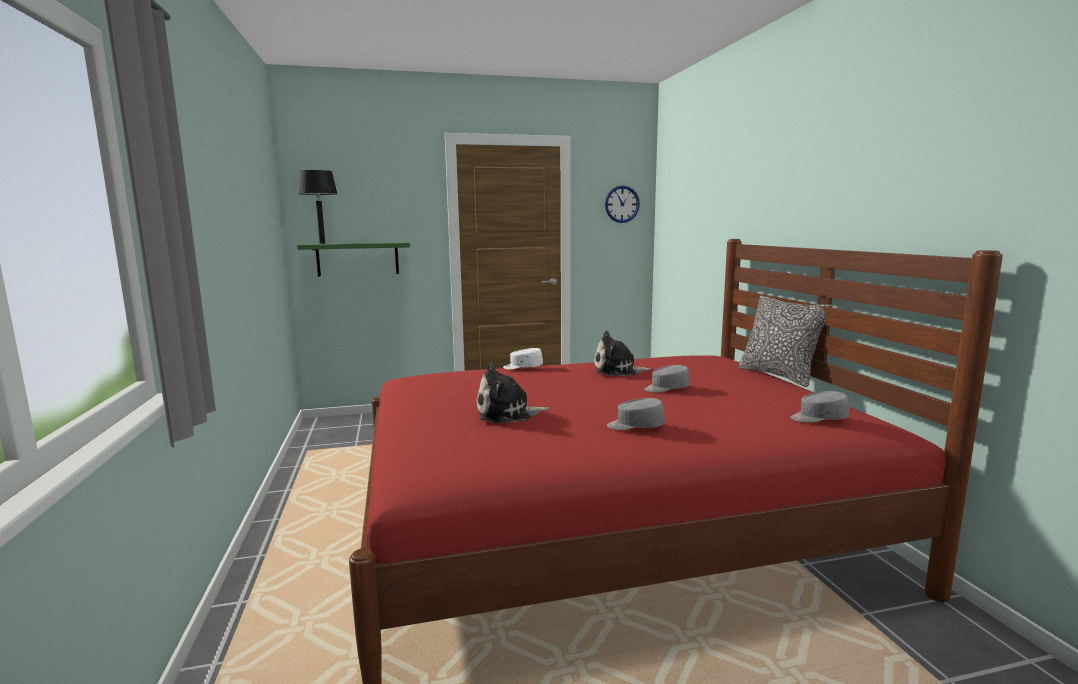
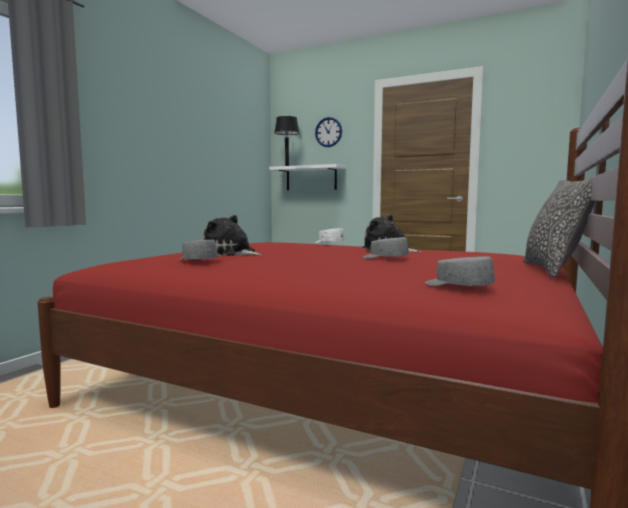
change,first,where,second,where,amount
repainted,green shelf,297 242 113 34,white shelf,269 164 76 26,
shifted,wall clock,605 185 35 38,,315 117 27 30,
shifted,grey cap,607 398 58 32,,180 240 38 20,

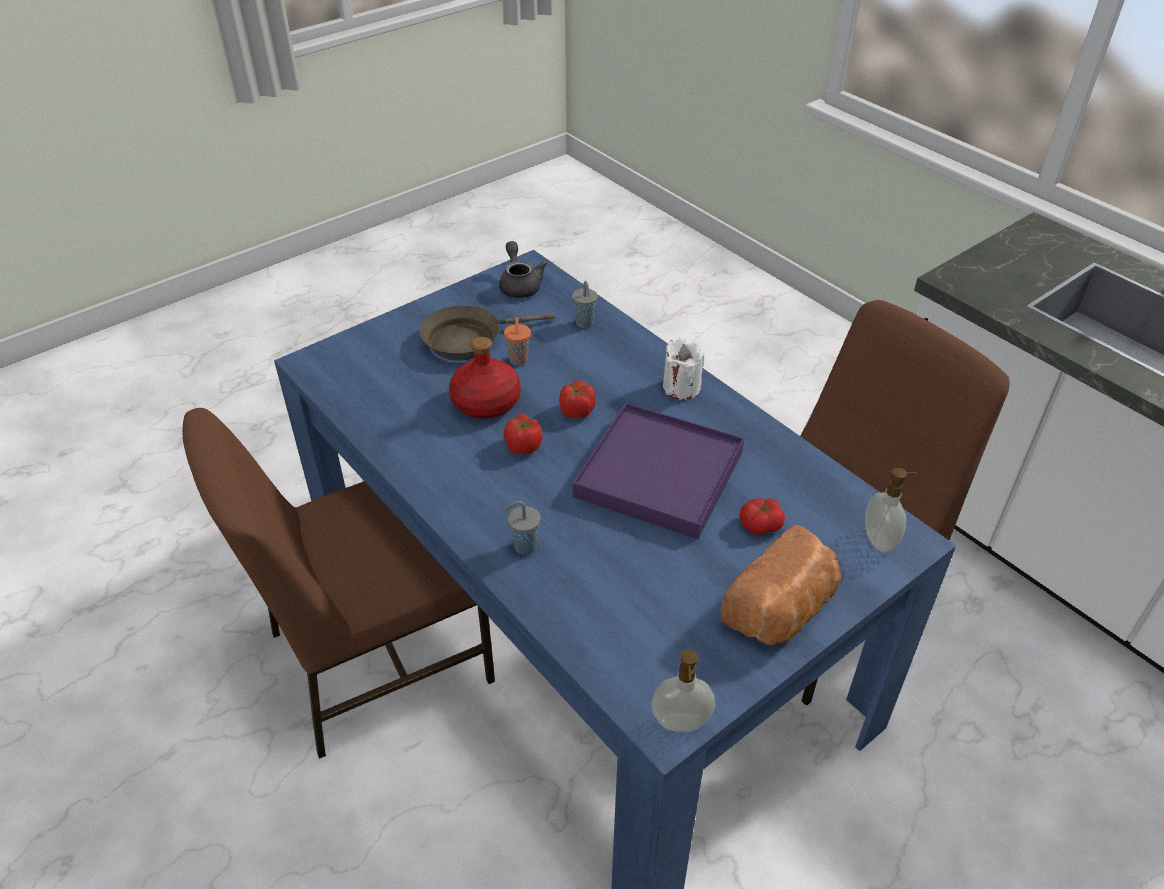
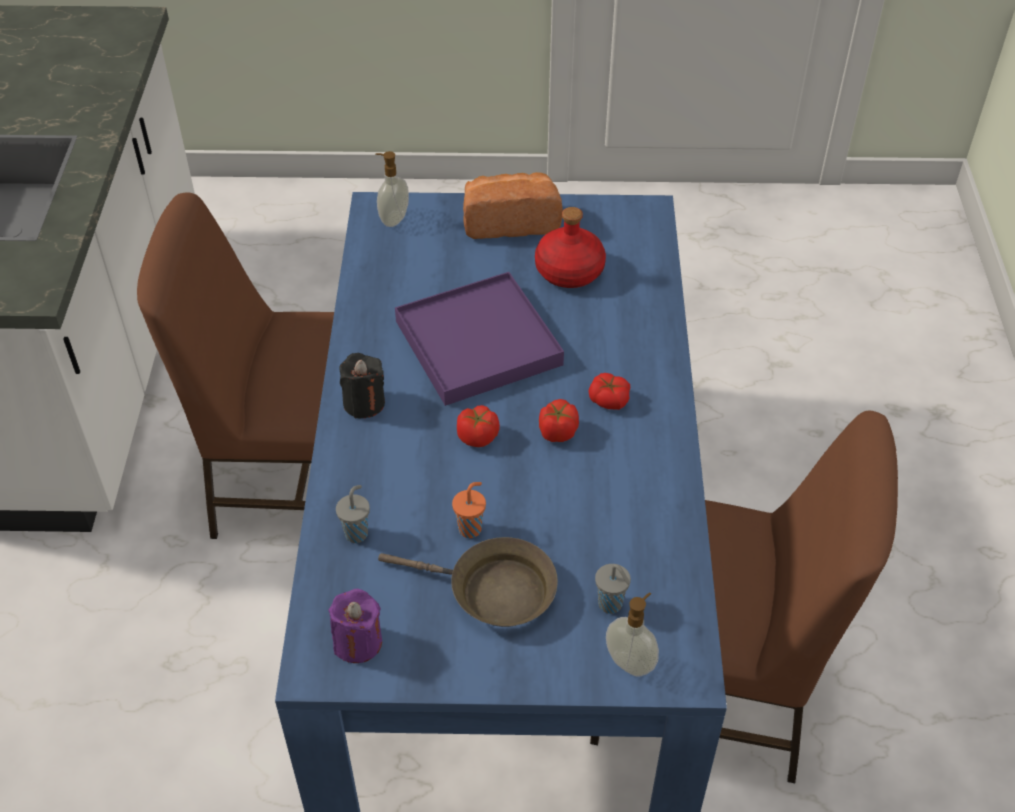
change,first,where,second,where,amount
shifted,red bottle,449 337 71 82,,535 207 71 81,
swapped,grey teapot,499 241 49 57,purple candle,329 589 53 74,
shifted,grey cup,504 500 37 55,,595 564 36 50,
shifted,soap dispenser,651 649 64 83,,606 592 53 85,
repainted,white candle,663 337 41 63,black candle,339 353 46 65,
shifted,tomato,740 498 45 37,,589 373 41 37,

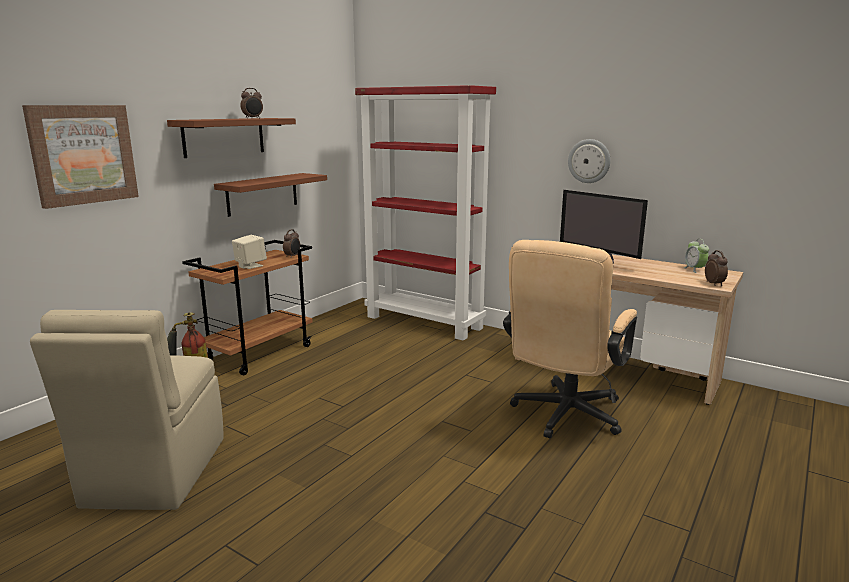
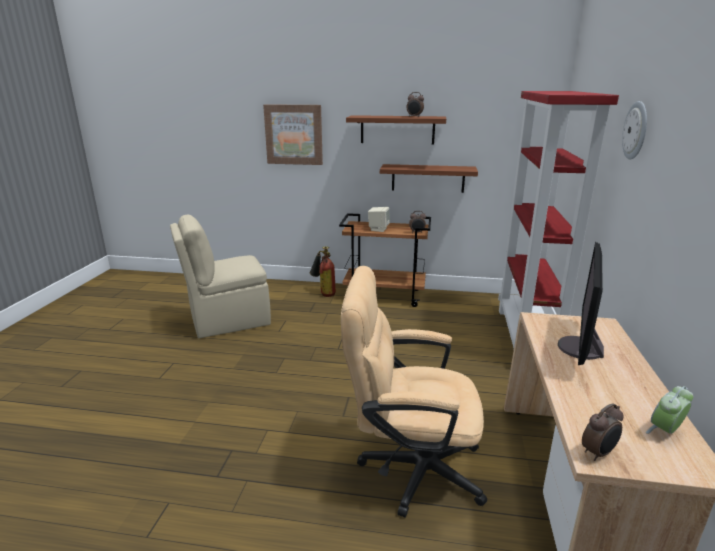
change,first,where,second,where,amount
shifted,wall clock,568 139 42 44,,622 101 25 59,

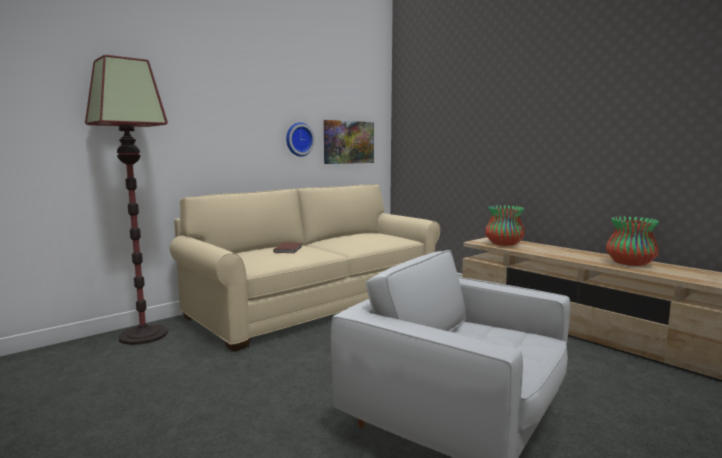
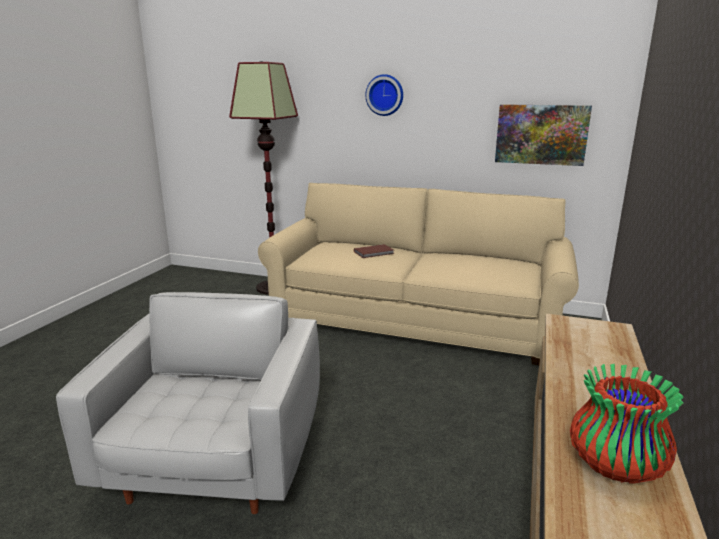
change,first,where,second,where,amount
shifted,wall clock,286 122 29 35,,365 74 38 42,
gone,vase,485 205 40 41,,,

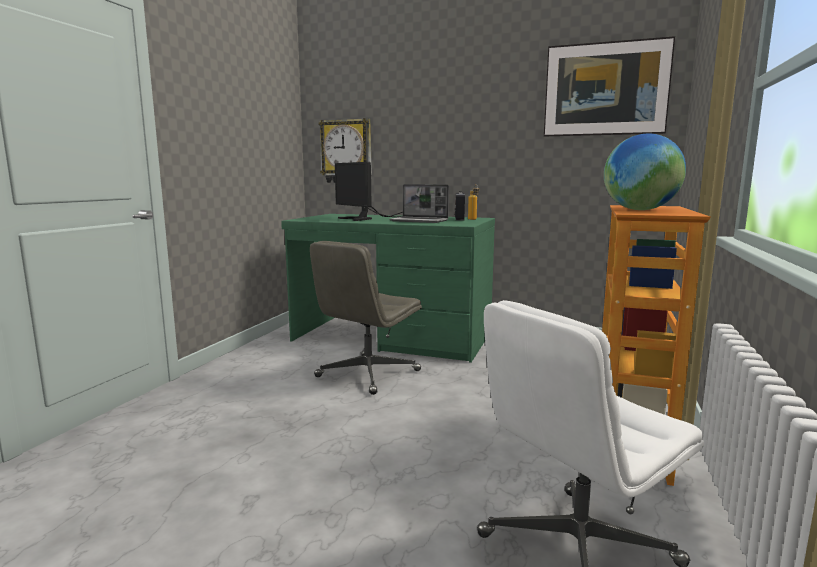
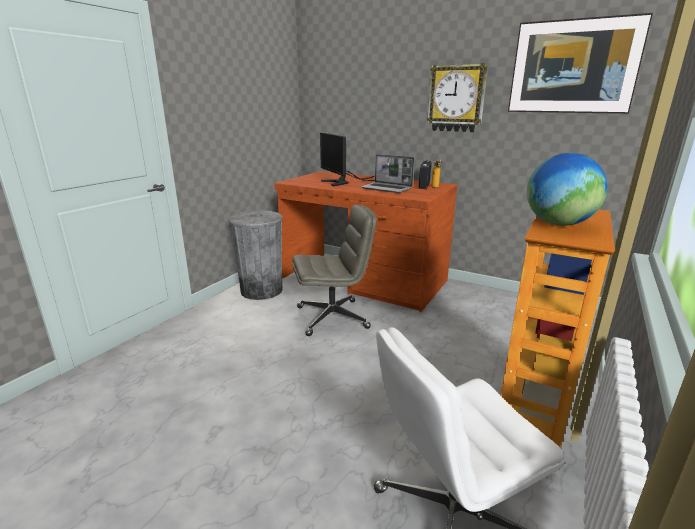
change,first,where,second,where,amount
repainted,green desk,281 214 214 149,brown desk,274 171 183 141,
rotated,grey office chair,310 241 112 154,,292 205 85 131,150 degrees counterclockwise
shifted,wall clock,318 118 53 65,,427 63 61 69,
new,,,grey trash can,229 210 54 90,

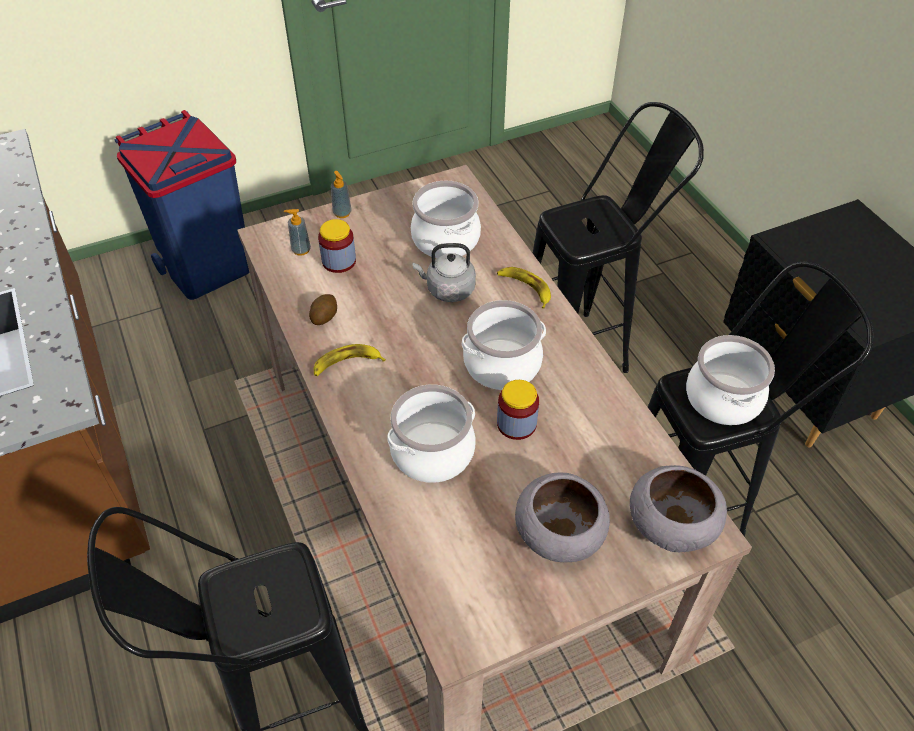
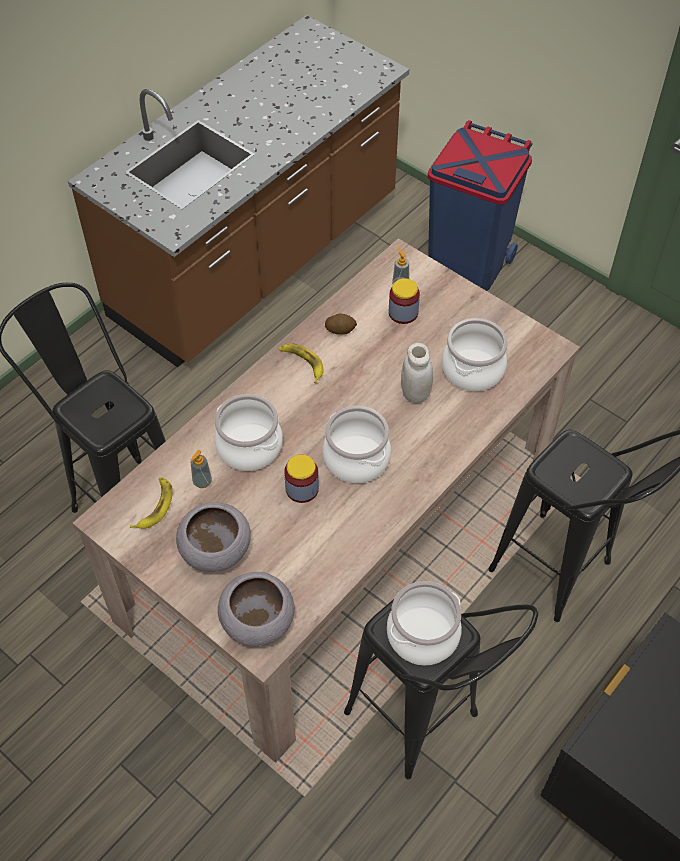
change,first,where,second,where,amount
shifted,soap dispenser,331 171 21 47,,190 450 22 38,
swapped,grey kettle,412 243 64 59,white jar,401 343 32 60,
shifted,banana,497 267 54 42,,130 477 43 52,

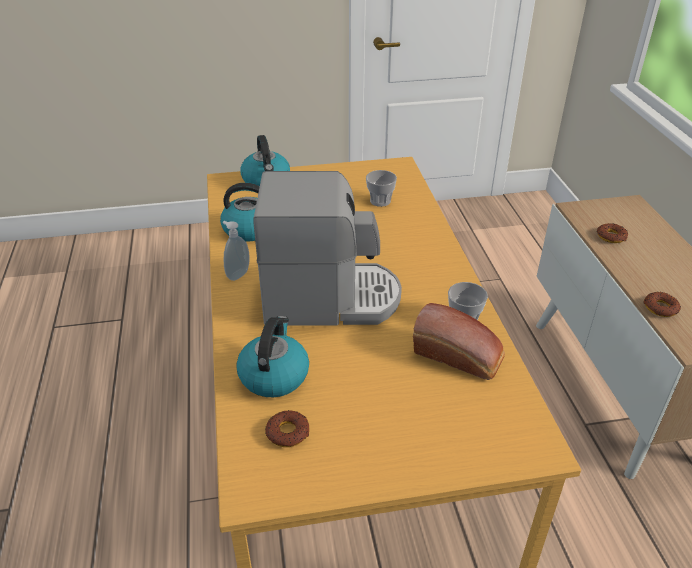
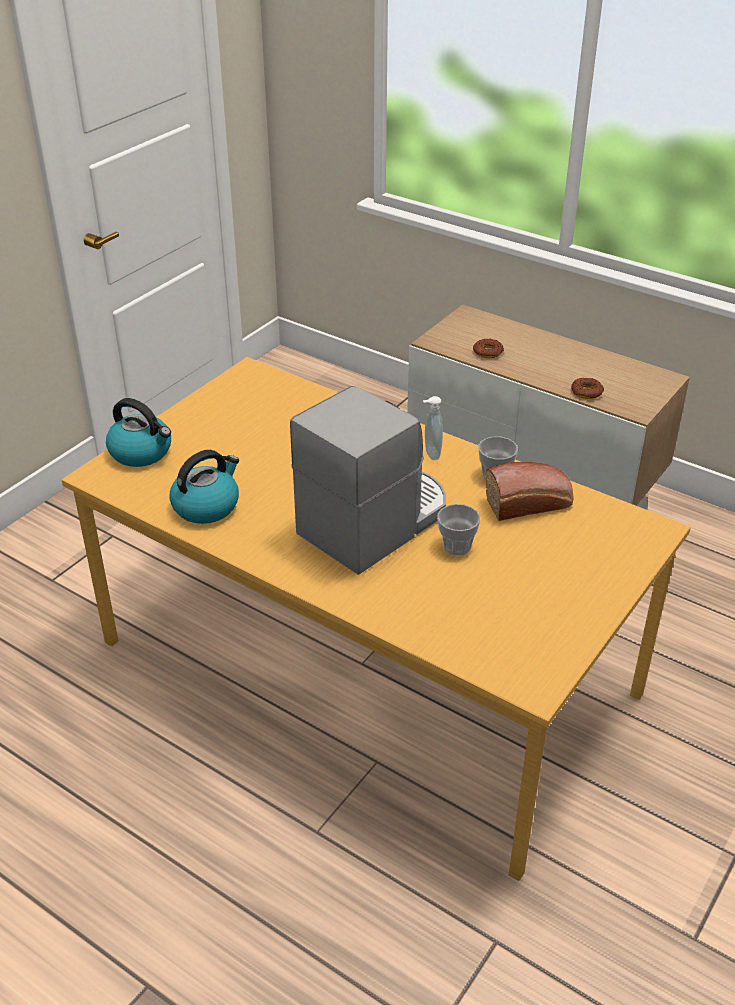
change,first,where,second,where,amount
shifted,soap dispenser,223 221 27 60,,423 396 20 64,
gone,kettle,236 316 73 81,,,
gone,donut,265 410 44 37,,,
shifted,cup,366 170 31 37,,437 504 43 51,

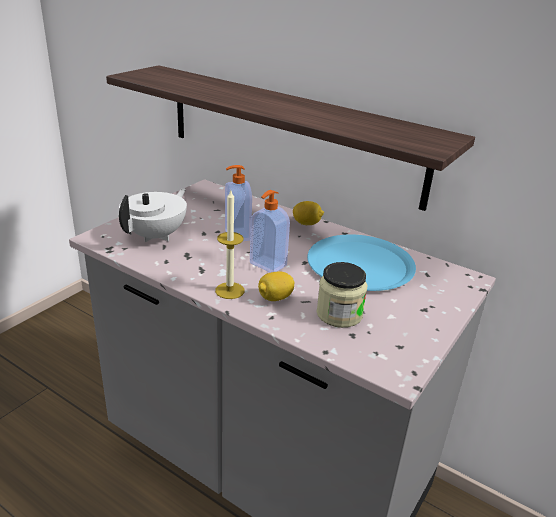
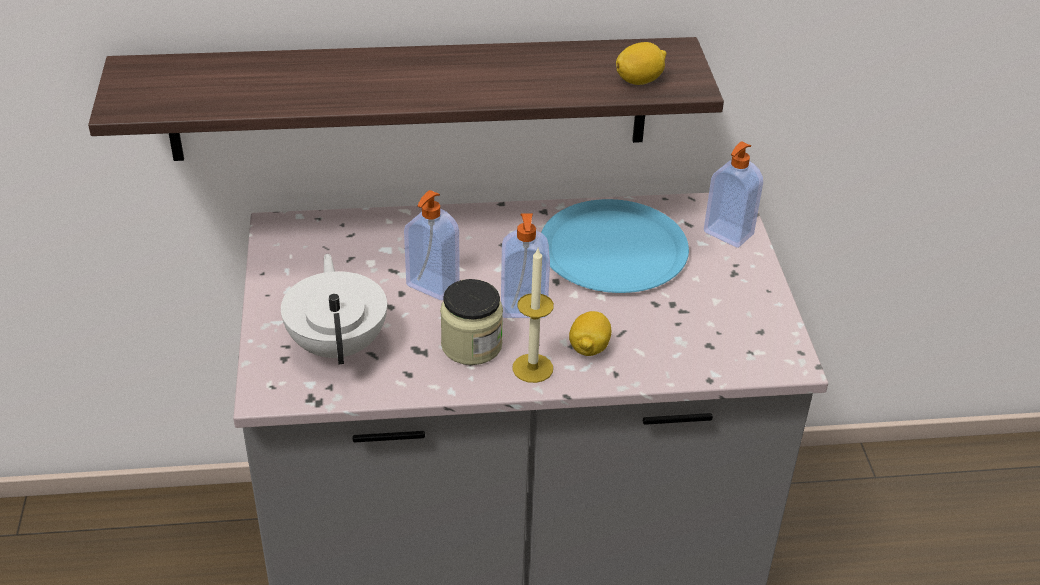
change,first,where,second,where,amount
shifted,lemon,293 201 31 24,,616 42 51 43,
shifted,jar,316 262 51 66,,440 279 63 86,
new,,,soap dispenser,704 141 59 107,

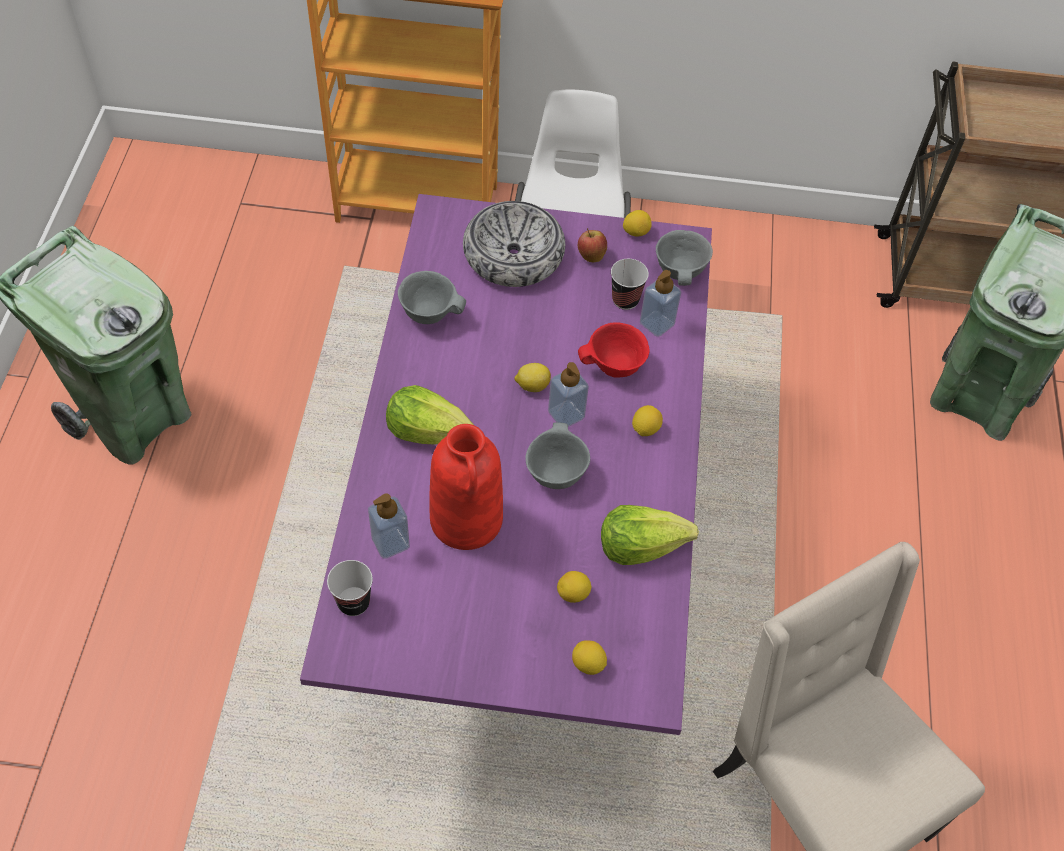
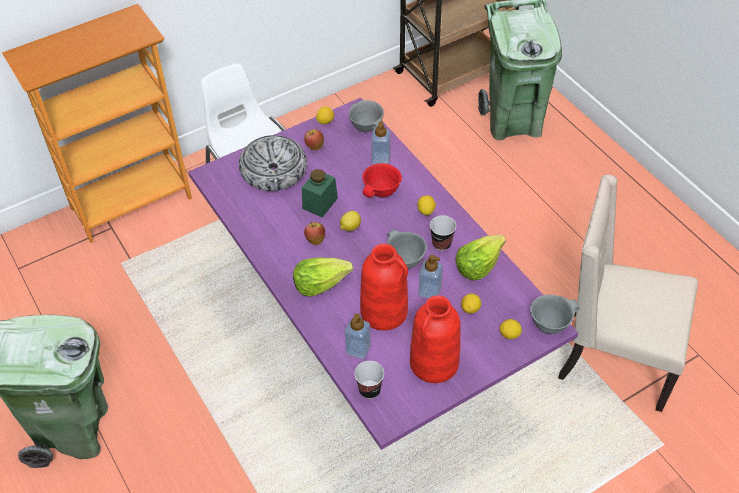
change,first,where,second,where,amount
shifted,grey bowl,398 271 68 53,,530 295 50 39,
shifted,soap dispenser,548 362 41 65,,419 255 24 44,
shifted,cup,611 259 38 51,,430 215 26 36,
new,,,green jar,302 169 36 48,
new,,,apple,304 222 21 23,
new,,,red vase,410 295 51 88,

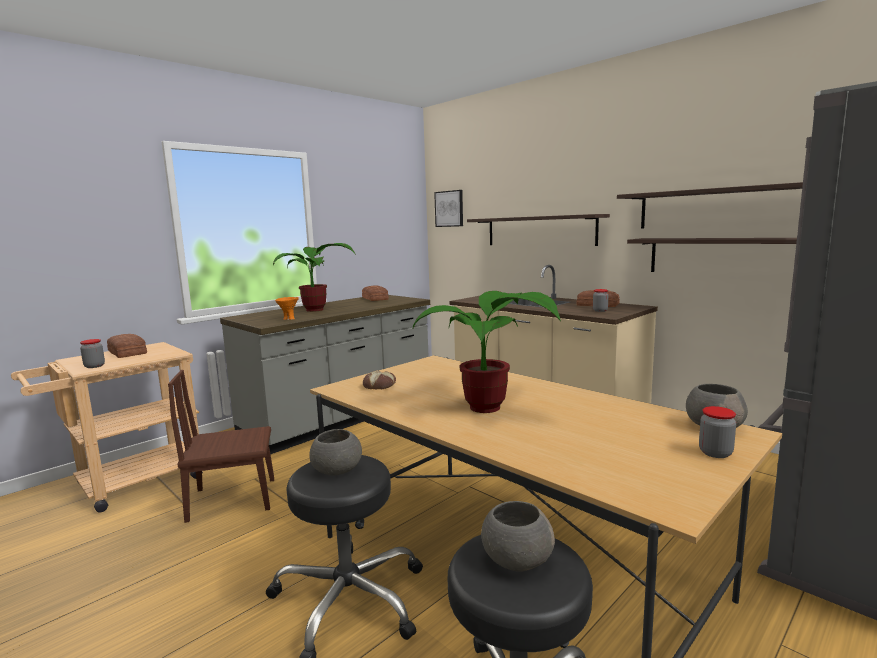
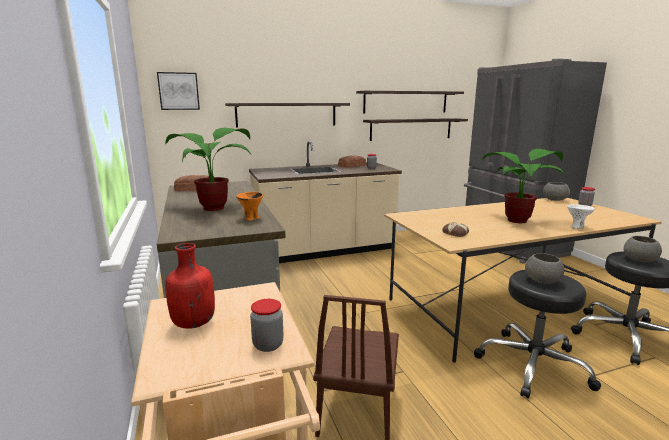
change,first,where,second,where,amount
swapped,bread,107 334 40 24,red bottle,165 243 50 86,
new,,,white bowl,567 204 27 25,

